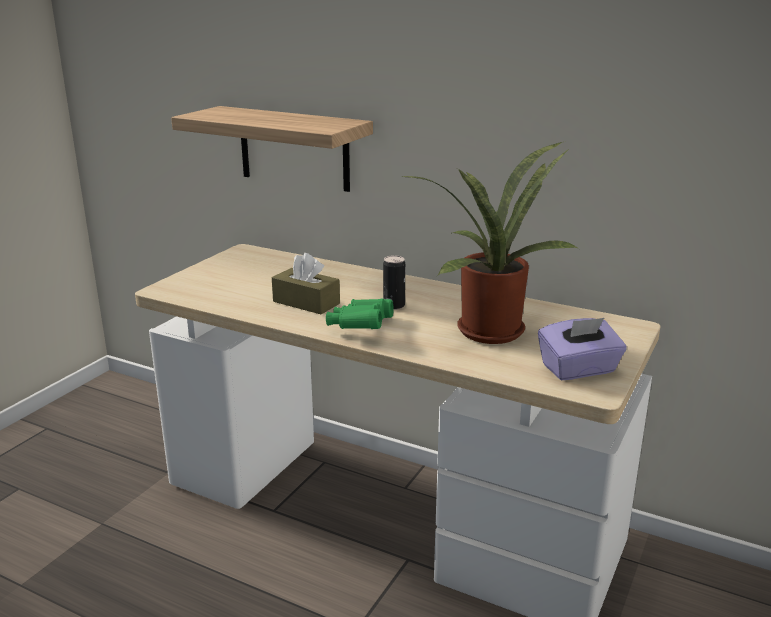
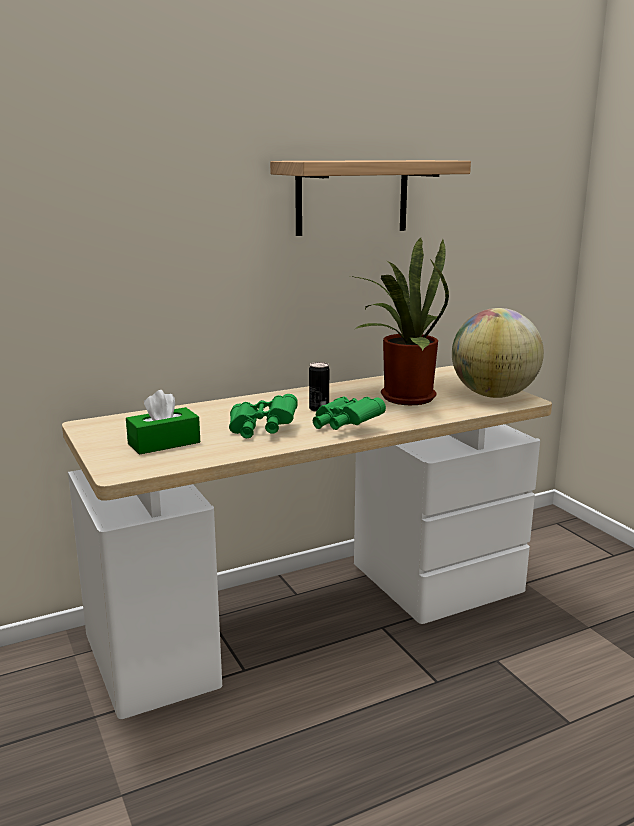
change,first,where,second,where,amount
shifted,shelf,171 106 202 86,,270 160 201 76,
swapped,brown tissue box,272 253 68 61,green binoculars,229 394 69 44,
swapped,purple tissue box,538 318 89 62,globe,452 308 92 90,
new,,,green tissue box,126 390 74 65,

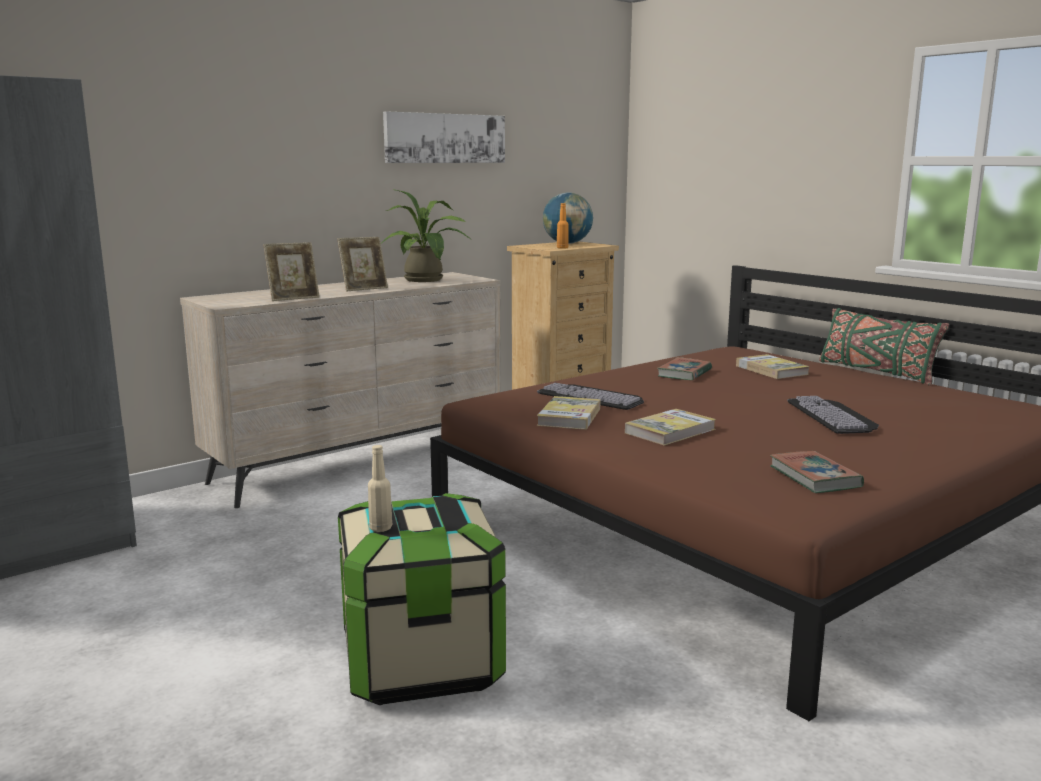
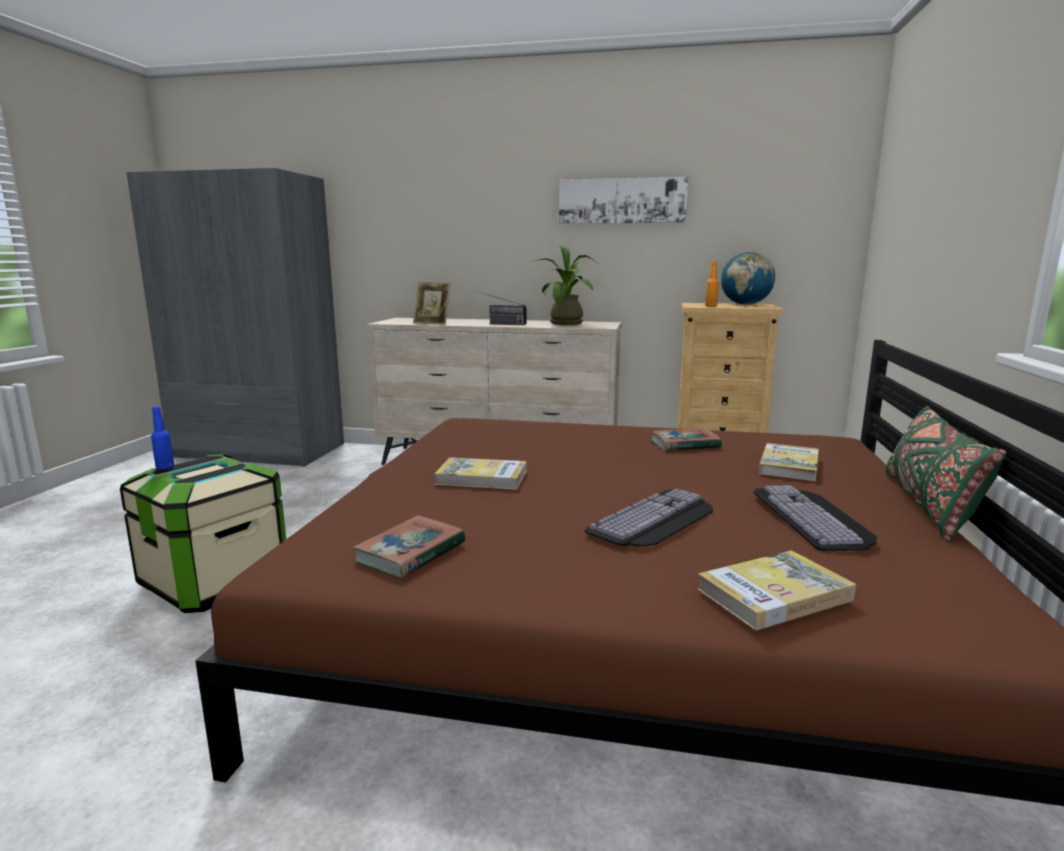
change,first,where,second,where,amount
swapped,picture frame,338 237 50 55,radio,474 290 52 35,
repainted,beige bottle,368 445 24 87,blue bottle,151 406 23 64,
shifted,keyboard,537 383 107 27,,753 485 124 66,
shifted,book,537 396 64 34,,697 550 159 81,

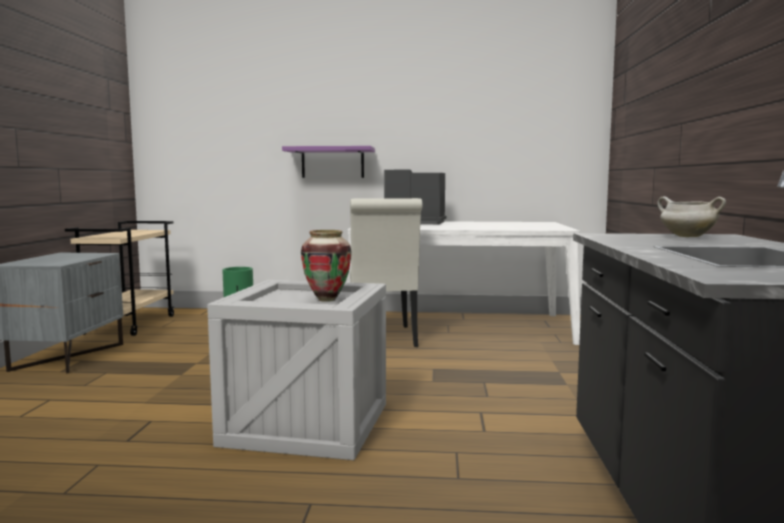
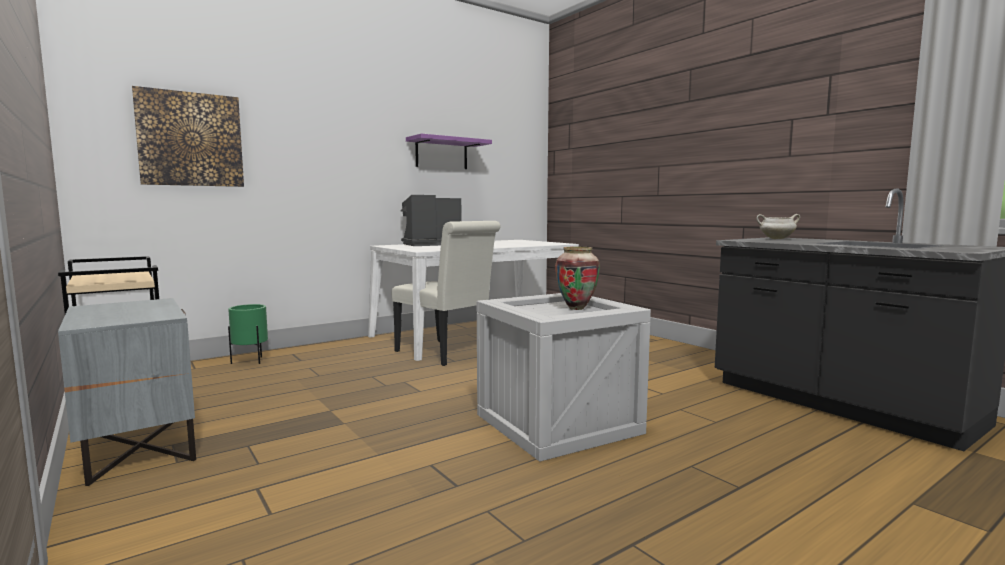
change,first,where,second,where,amount
shifted,purple shelf,282 146 93 32,,406 134 86 35,
new,,,picture,132 86 112 101,

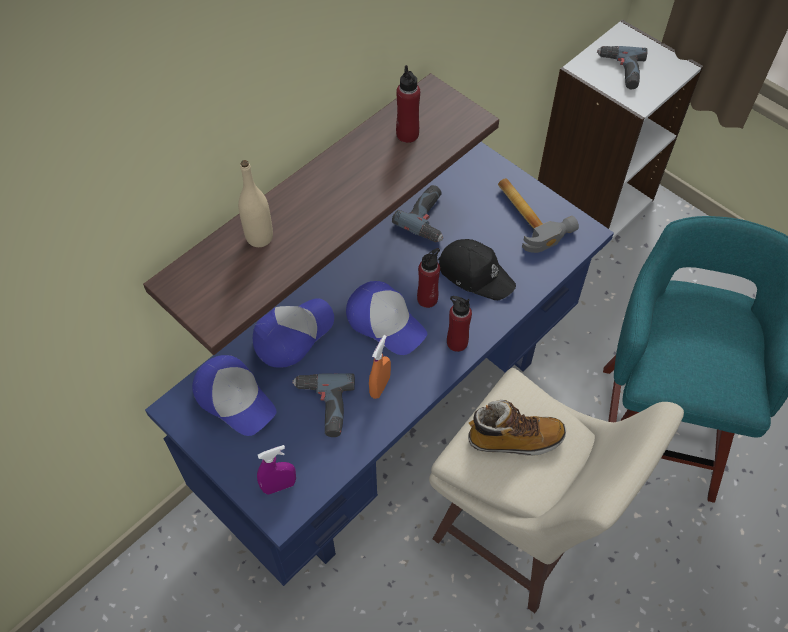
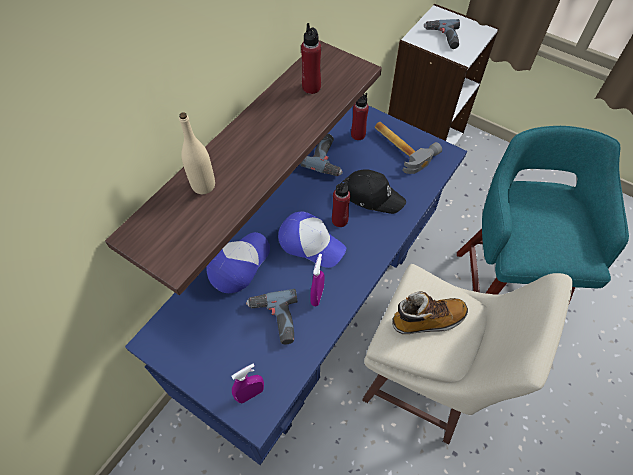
change,first,where,second,where,amount
gone,cap,192 355 84 81,,,
repainted,orange spray bottle,369 335 22 64,purple spray bottle,310 254 15 52,
shifted,red bottle,447 296 25 56,,351 93 18 47,

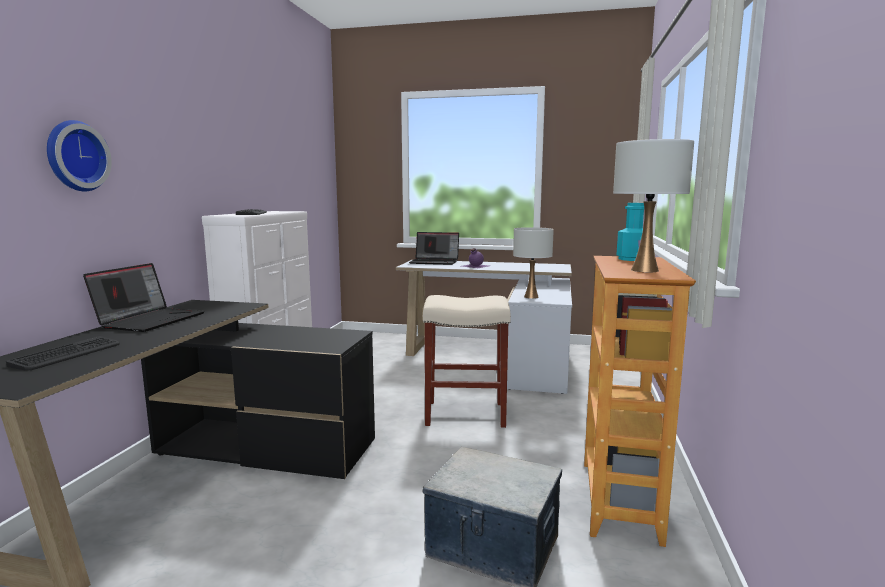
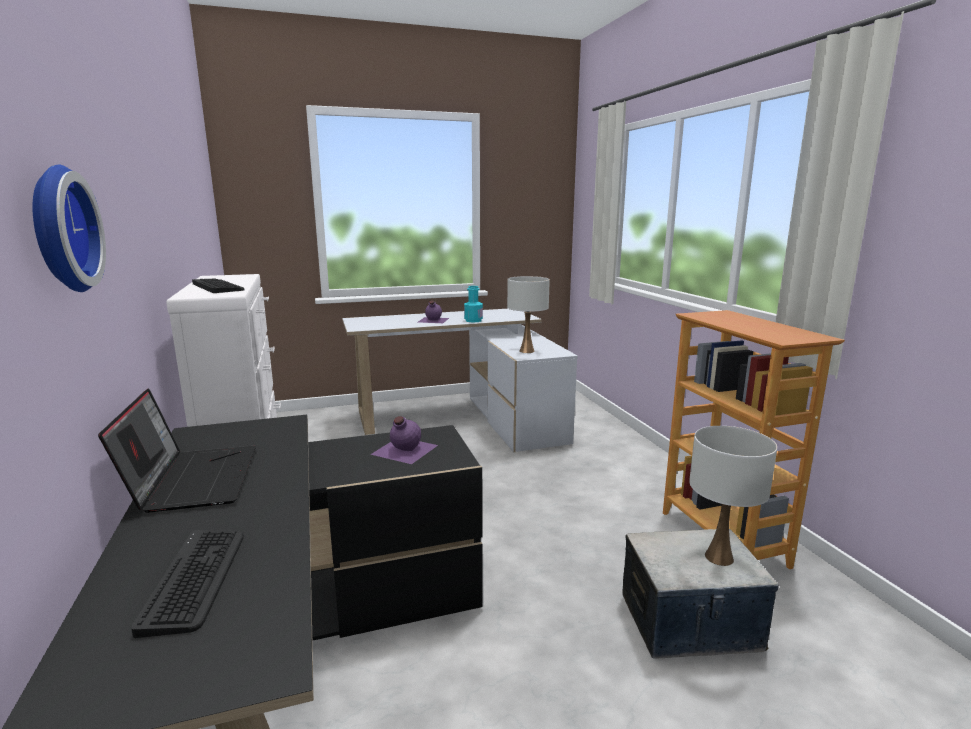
change,first,where,second,where,amount
gone,laptop,409 232 50 33,,,
gone,beige stool,423 295 88 133,,,
shifted,white table lamp,613 139 81 133,,689 426 88 140,
shifted,turquoise bottle,616 203 28 58,,464 286 19 36,
new,,,purple bottle,371 416 67 48,

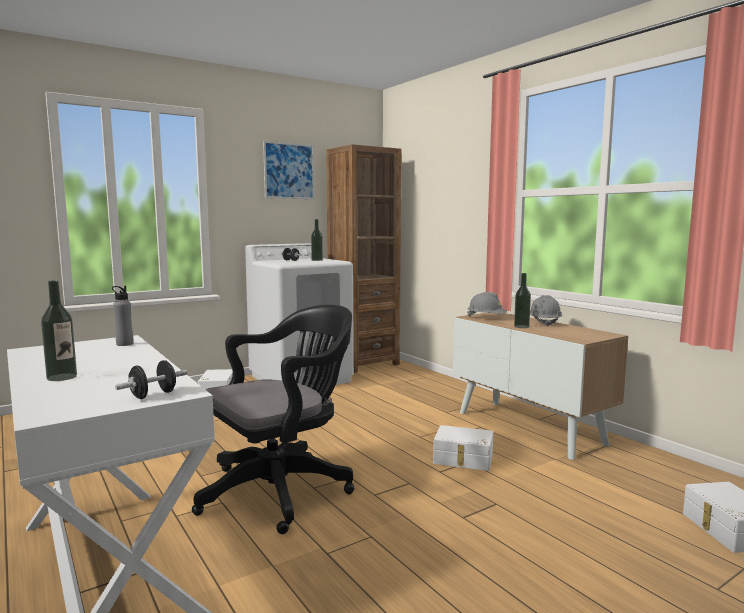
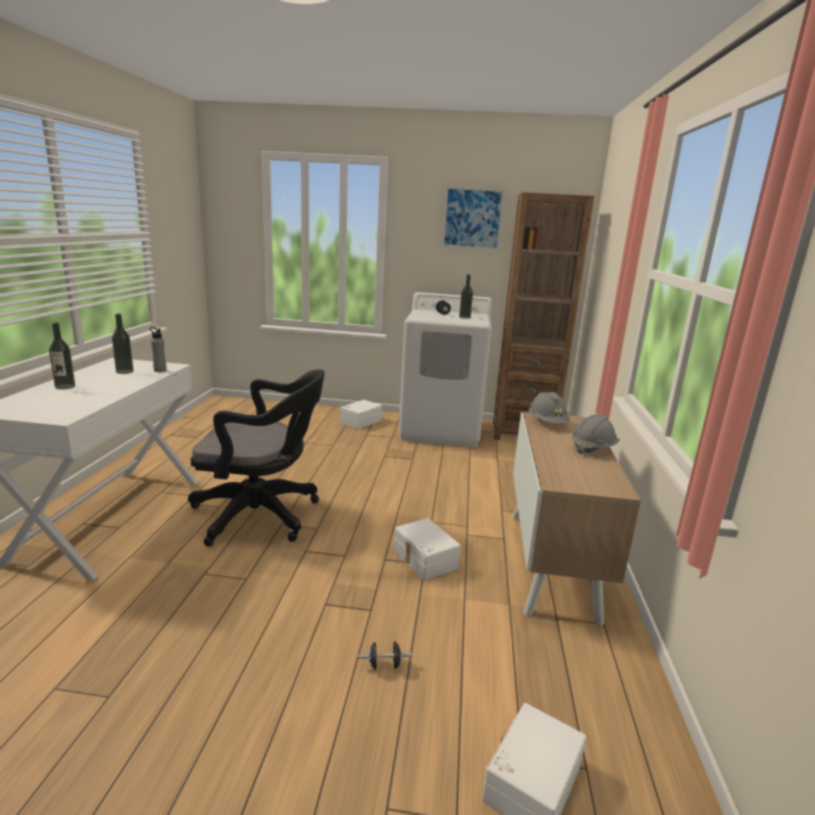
change,first,where,second,where,amount
shifted,black dumbbell,115 360 72 39,,358 641 54 29,
shifted,bottle,514 273 17 55,,112 314 22 60,

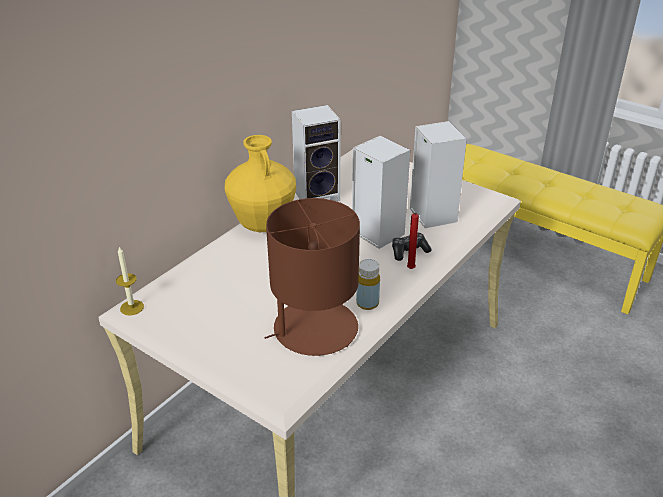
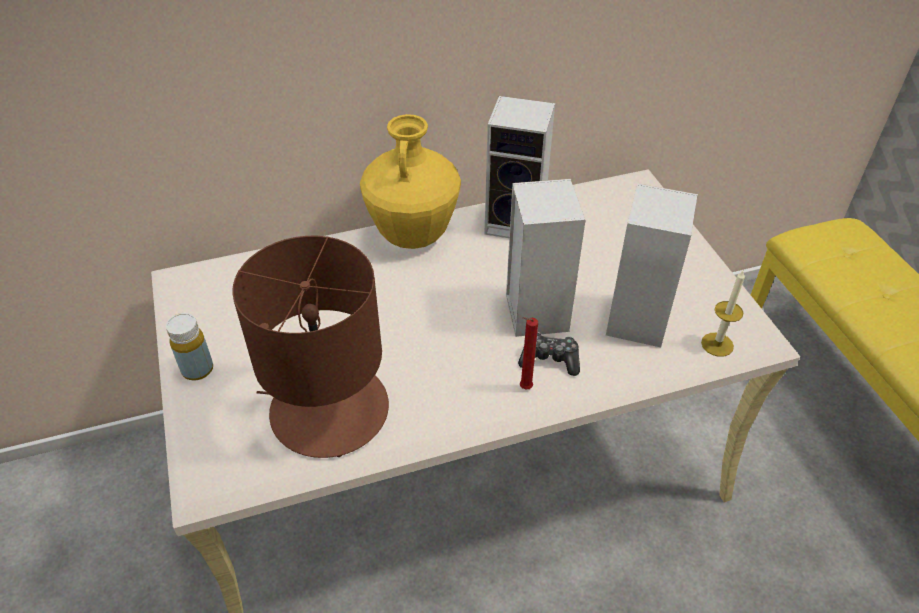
change,first,where,second,where,amount
shifted,candle,116 247 28 69,,701 271 44 86,
shifted,yellow bottle,356 259 24 51,,166 313 47 67,

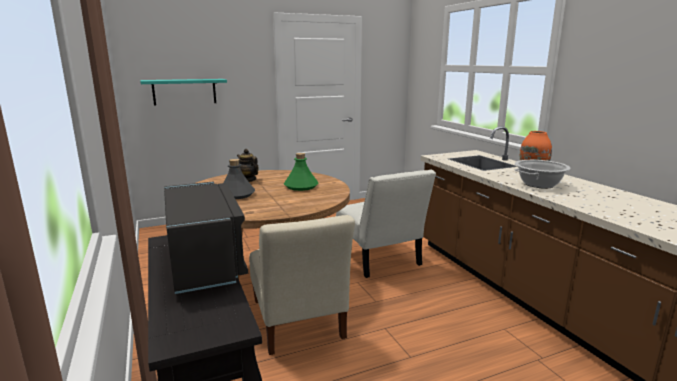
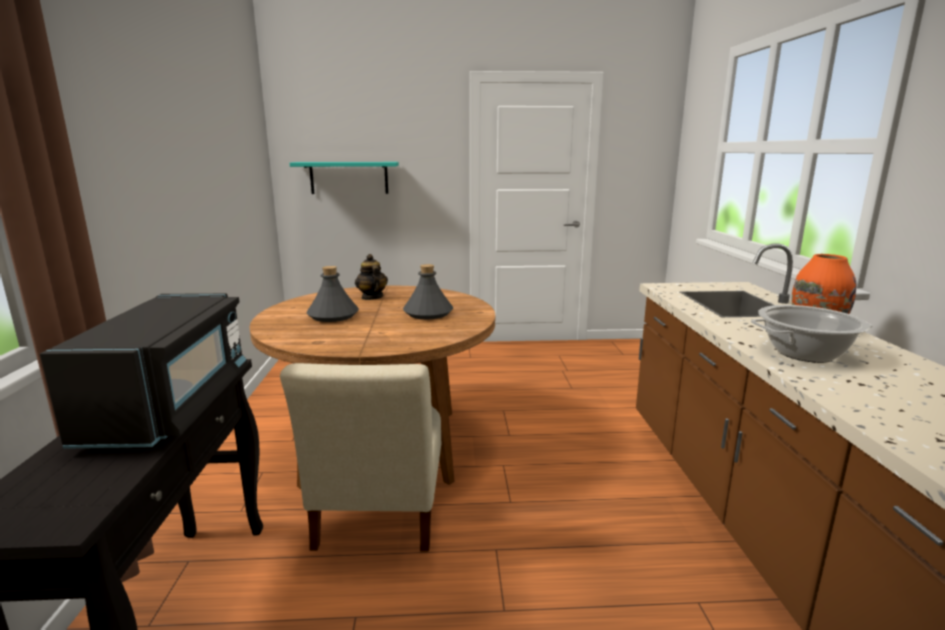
change,first,where,second,where,amount
repainted,green bottle,284 153 34 38,grey bottle,403 264 50 55,
gone,white chair,336 170 100 108,,,

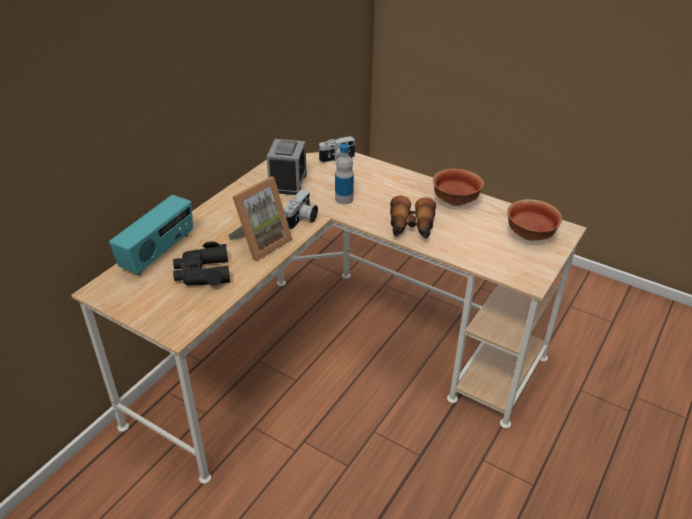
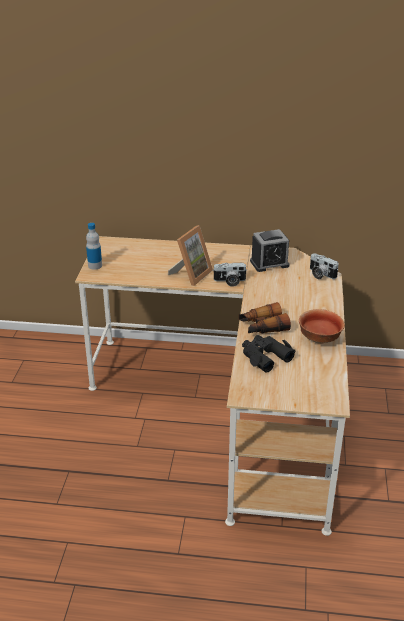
change,first,where,second,where,amount
gone,radio,109 195 84 80,,,
shifted,black binoculars,173 242 57 44,,242 335 53 38,
rotated,picture frame,228 176 64 85,,168 225 45 61,75 degrees counterclockwise
shifted,bottle,335 144 19 60,,86 223 16 47,
gone,bowl,507 199 55 42,,,

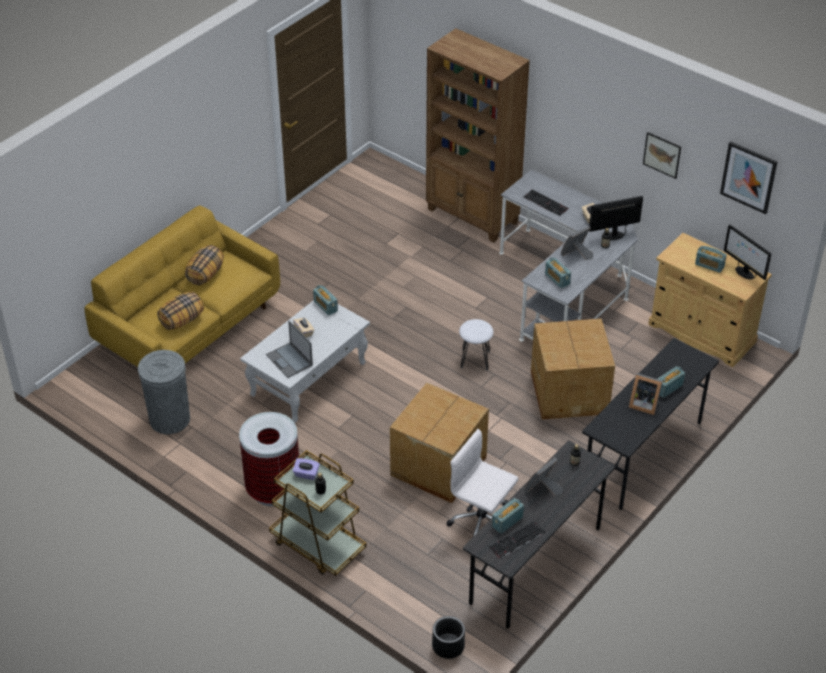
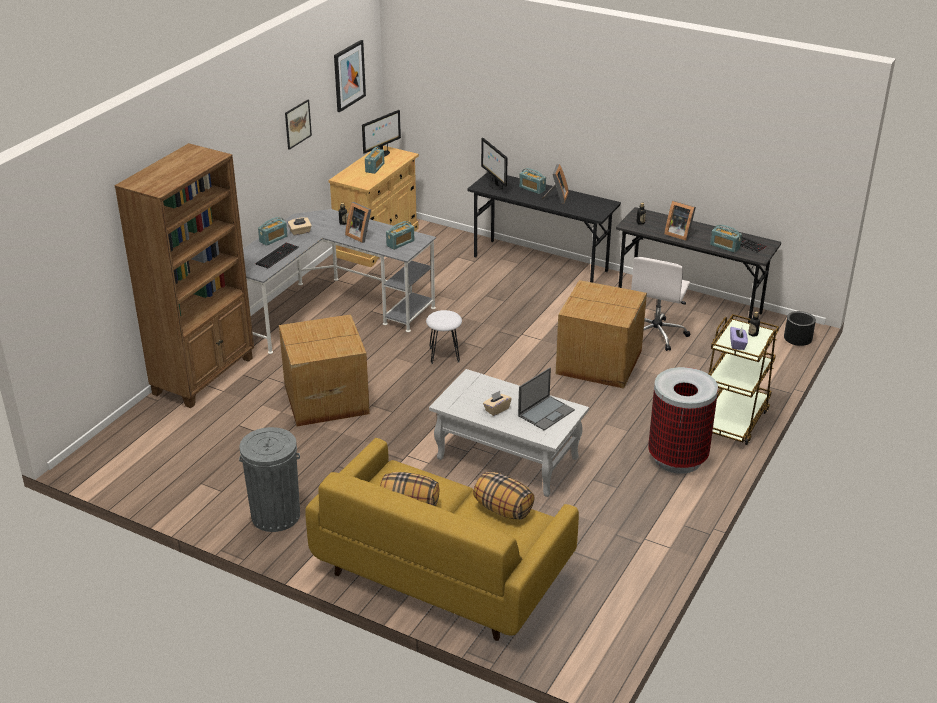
change,first,where,second,where,amount
shifted,grey trash can,138 350 52 84,,239 427 61 105,
shifted,radio,313 285 25 31,,258 217 30 29,
shifted,cardboard box,531 318 84 102,,279 314 91 112,
shifted,monitor,589 196 54 44,,481 138 26 52,

